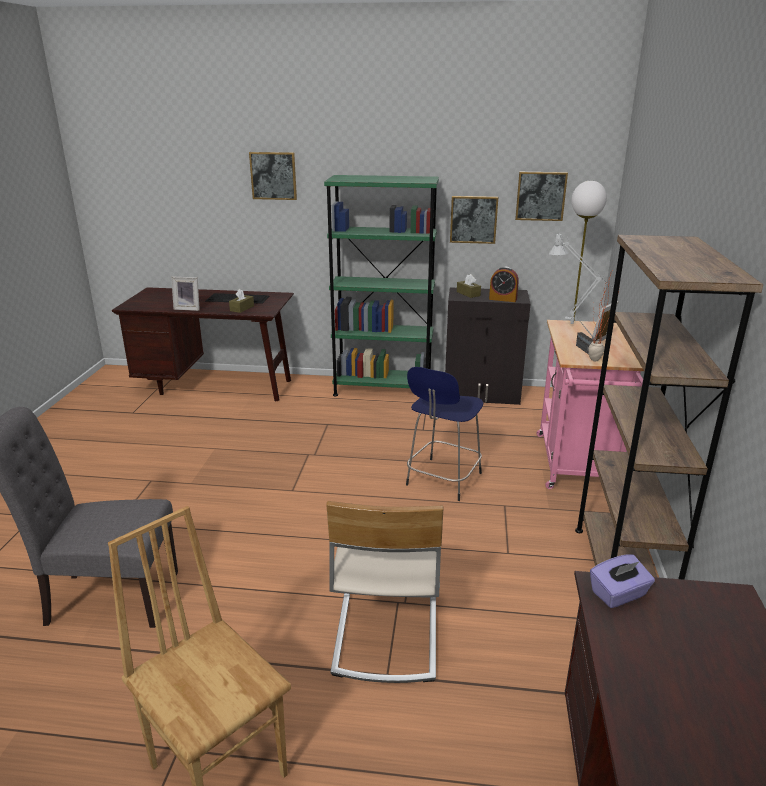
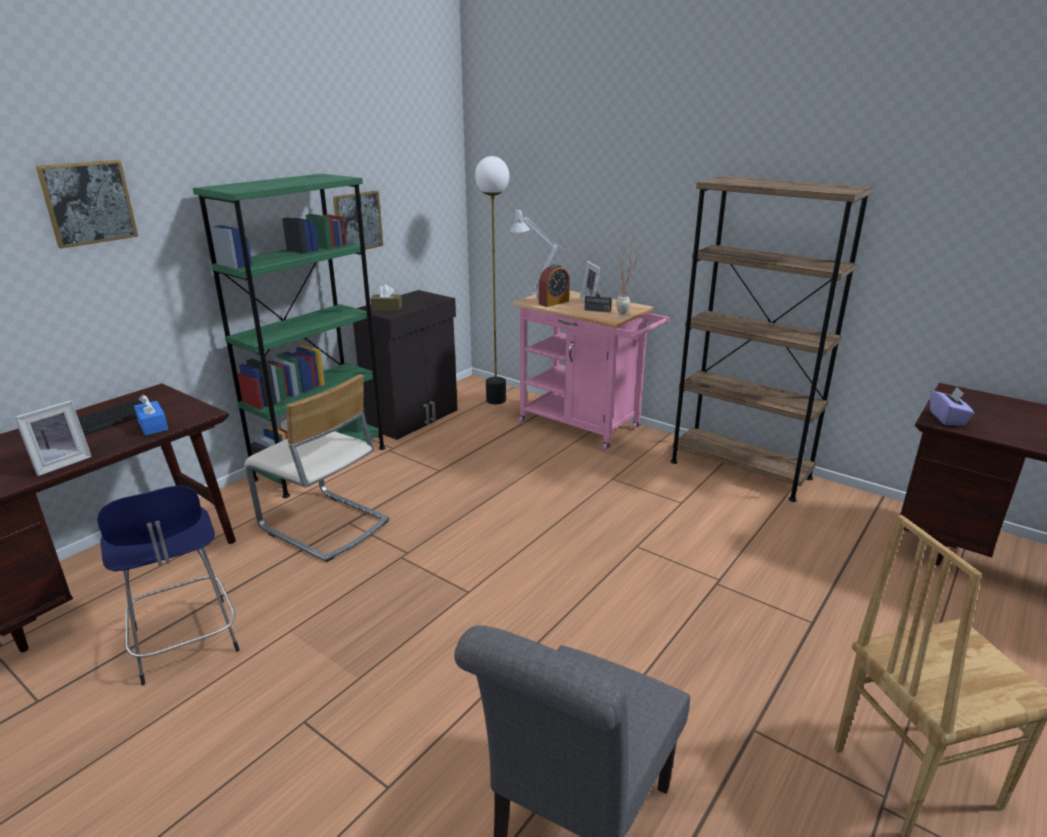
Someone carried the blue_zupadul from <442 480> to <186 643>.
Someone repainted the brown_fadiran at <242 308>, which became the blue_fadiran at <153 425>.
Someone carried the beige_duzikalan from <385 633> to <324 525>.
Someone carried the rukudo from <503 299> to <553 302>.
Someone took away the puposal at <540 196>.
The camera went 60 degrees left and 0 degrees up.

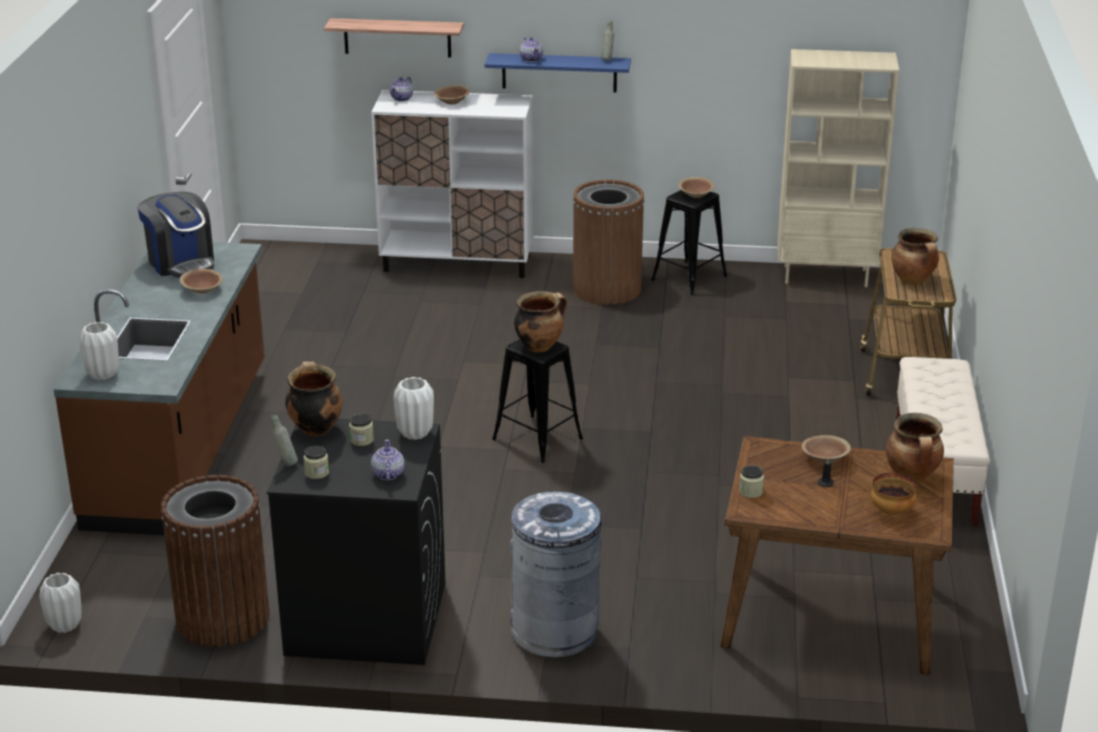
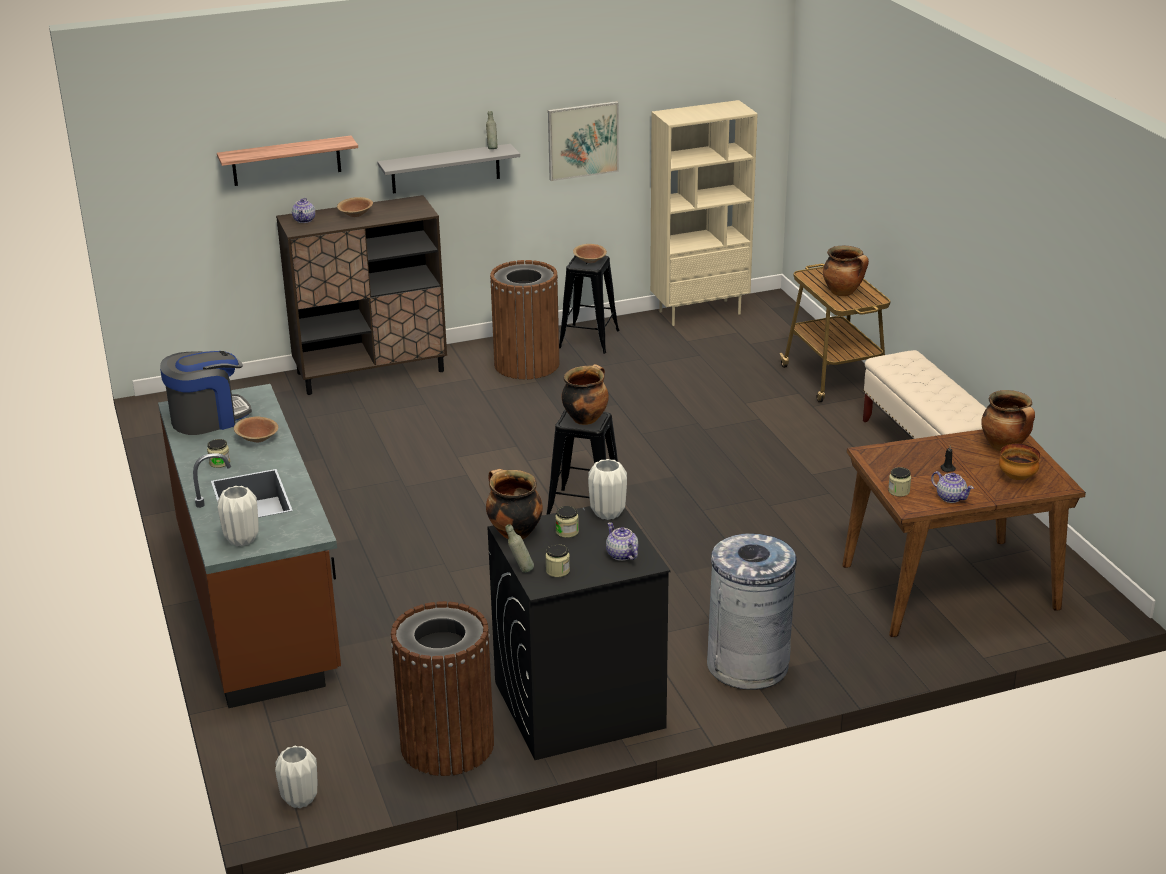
Someone rotated the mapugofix at <181 262> by 60 degrees counterclockwise.
Someone put down the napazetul at <219 462>.
Someone repainted the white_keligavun at <458 263>, which became the brown_keligavun at <371 372>.
Someone repainted the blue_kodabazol at <559 72>, which became the grey_kodabazol at <445 169>.
Someone put up the puposal at <583 140>.
Someone carried the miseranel from <531 59> to <950 497>.
Someone took away the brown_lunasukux at <824 459>.
The camera went 25 degrees left and 0 degrees up.

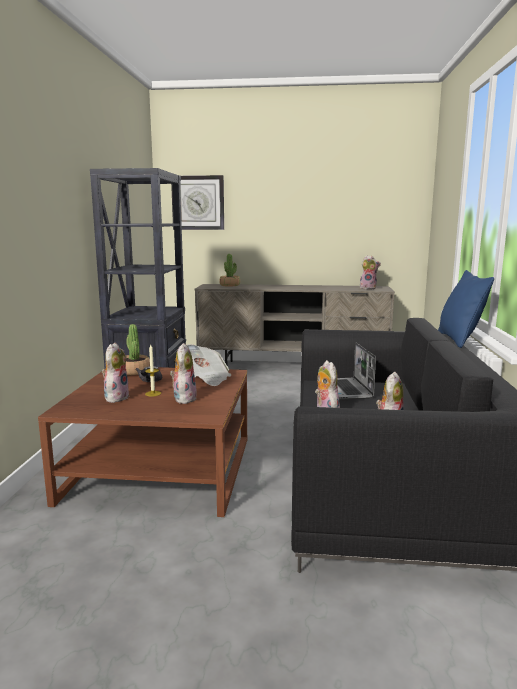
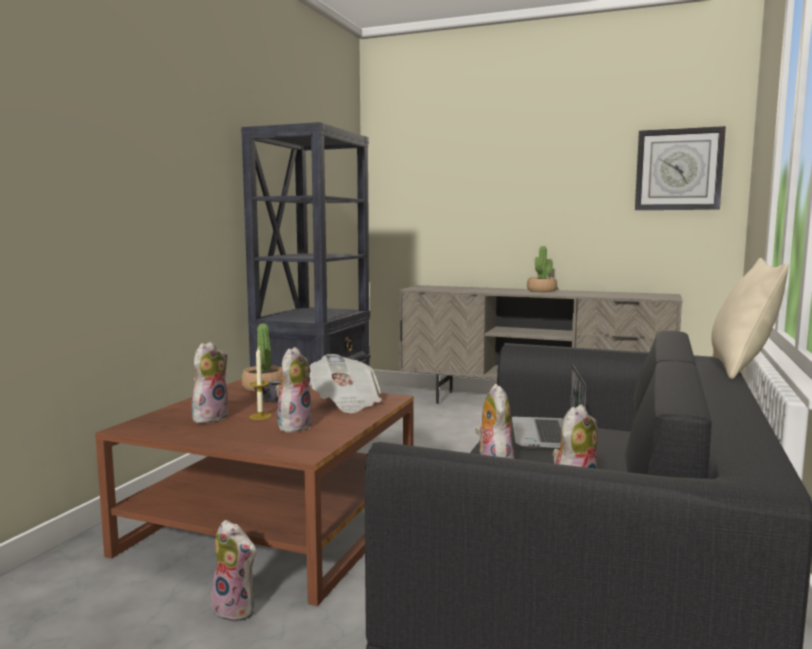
Someone carried the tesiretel from <368 288> to <237 609>.
Someone carried the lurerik from <229 285> to <541 291>.
Someone carried the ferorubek from <198 203> to <678 169>.
Someone repainted the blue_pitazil at <459 340>, which became the beige_pitazil at <740 368>.
The camera went 15 degrees right and 5 degrees down.

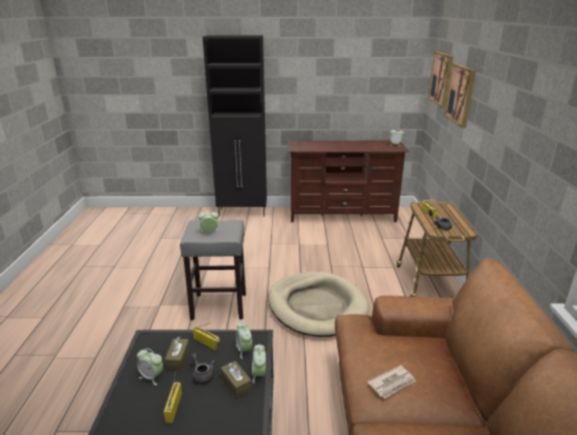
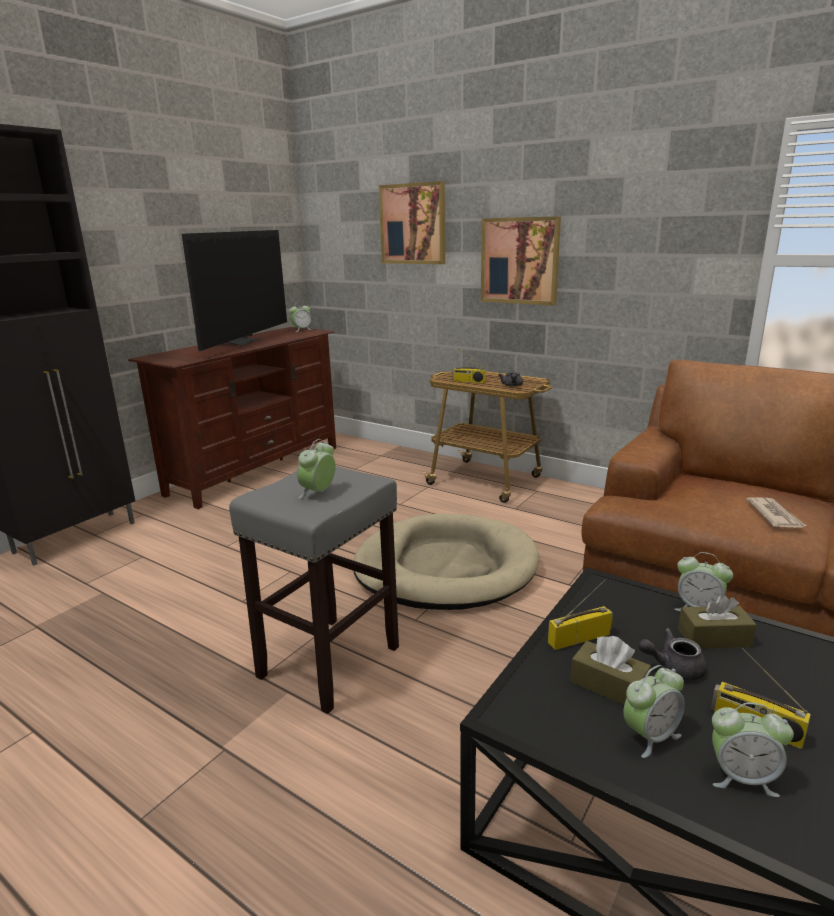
Someone put down the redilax at <240 342>.
Someone carried the puposal from <441 79> to <520 261>.
Someone carried the rukudo from <244 350> to <742 777>.
The camera went 55 degrees left and 5 degrees down.

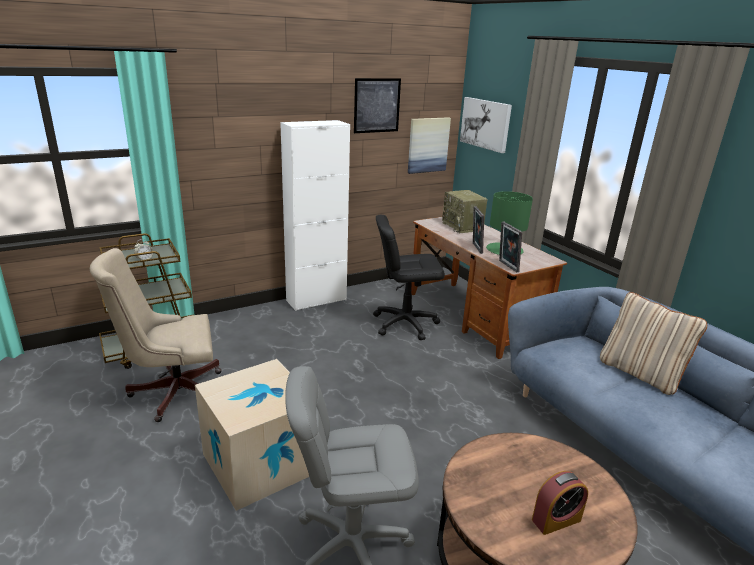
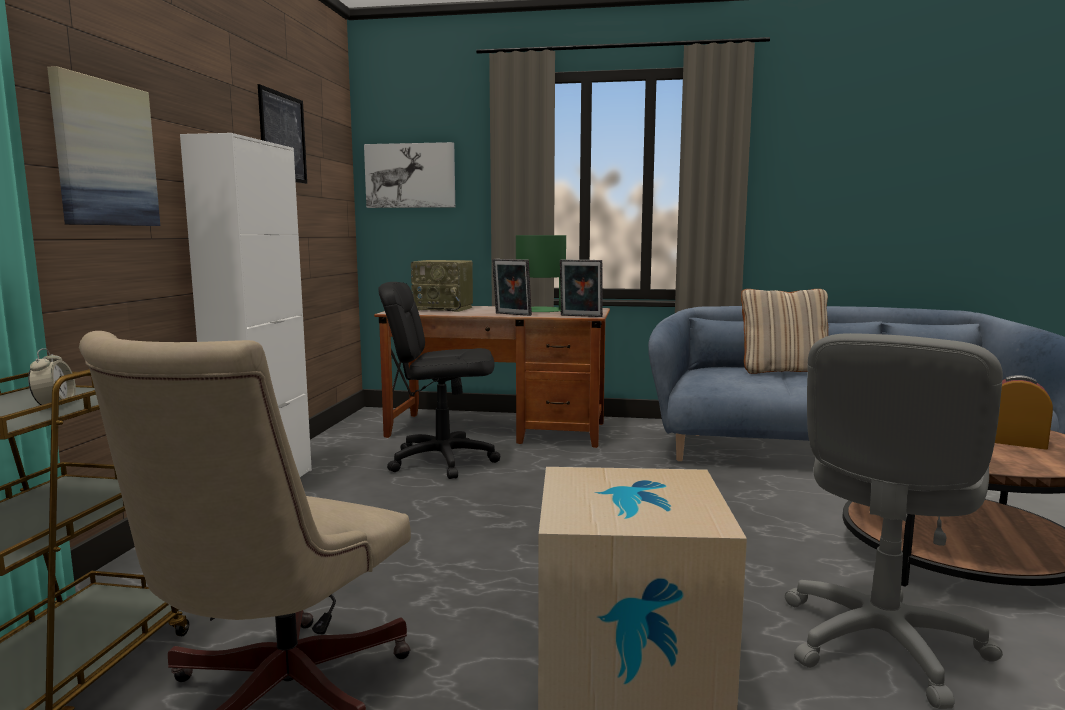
Someone carried the puposal from <428 145> to <104 154>.
Someone rotated the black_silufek at <405 323> by 60 degrees clockwise.
Someone rotated the rukudo at <556 520> by 75 degrees counterclockwise.
The camera went 50 degrees left and 15 degrees down.

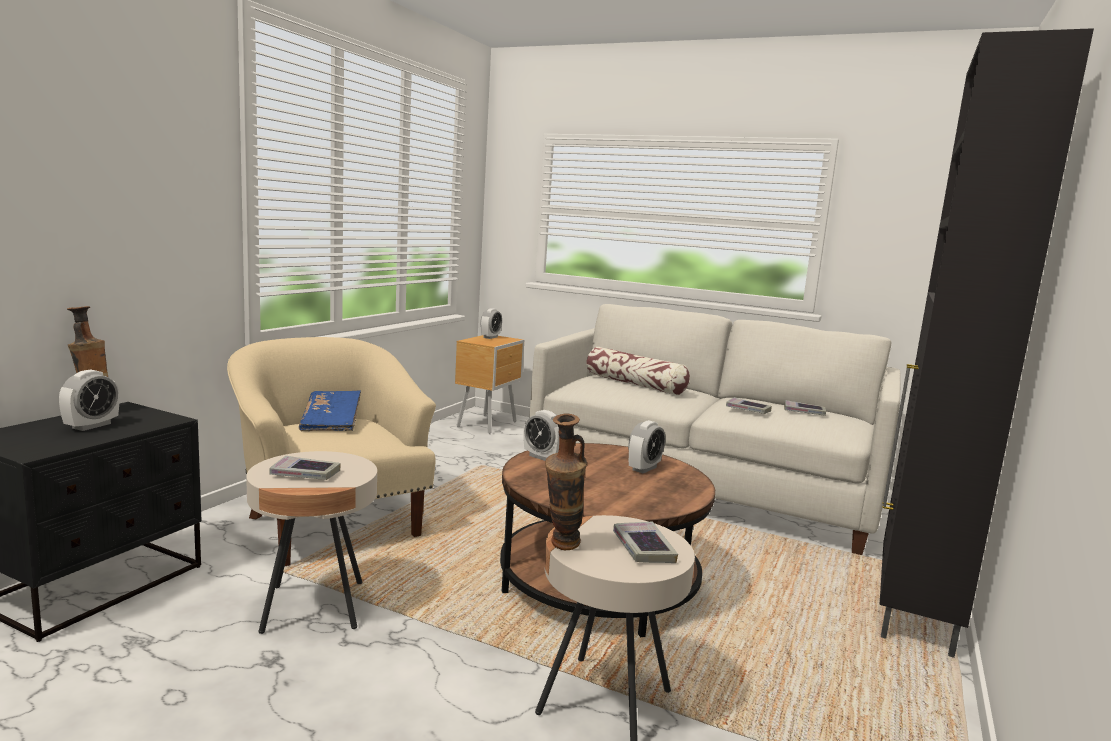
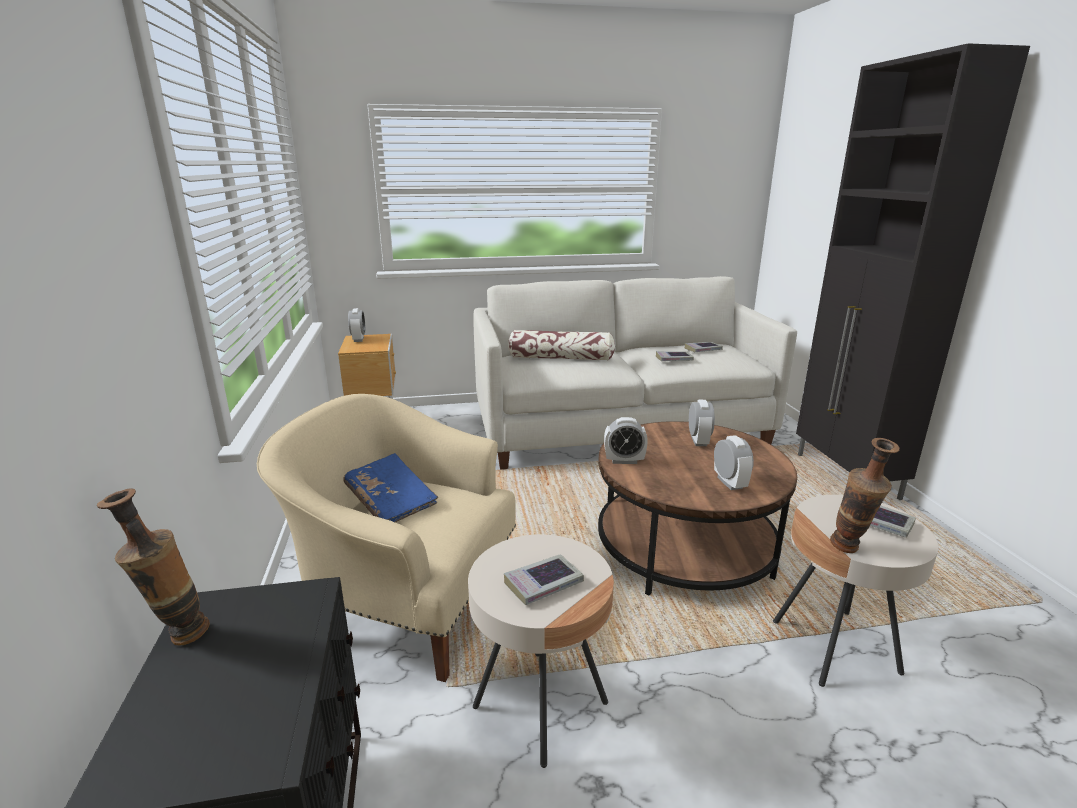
Someone carried the rukudo from <91 426> to <729 483>.
The camera went 35 degrees left and 10 degrees up.

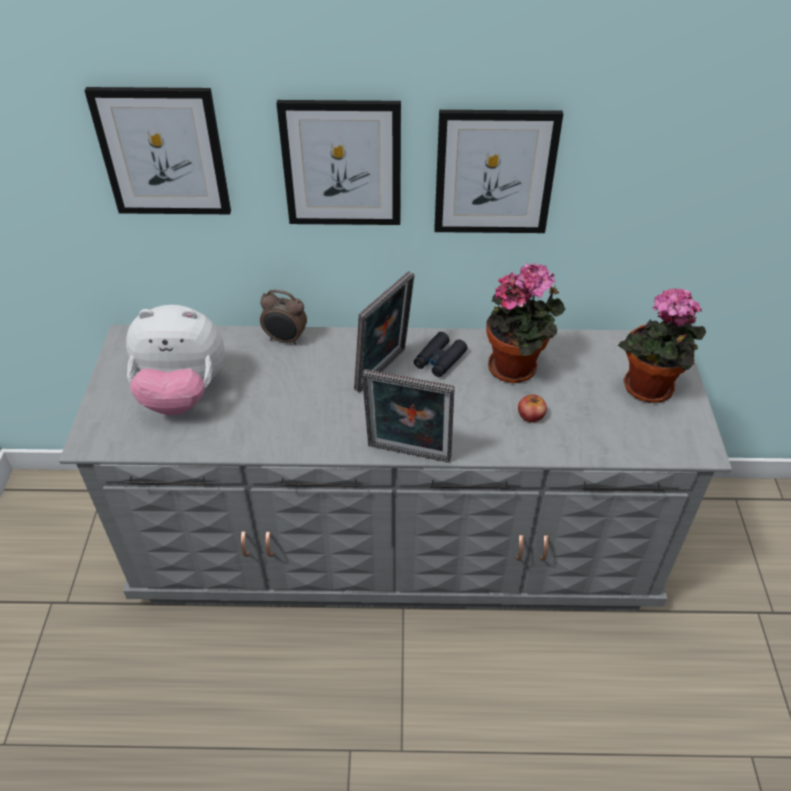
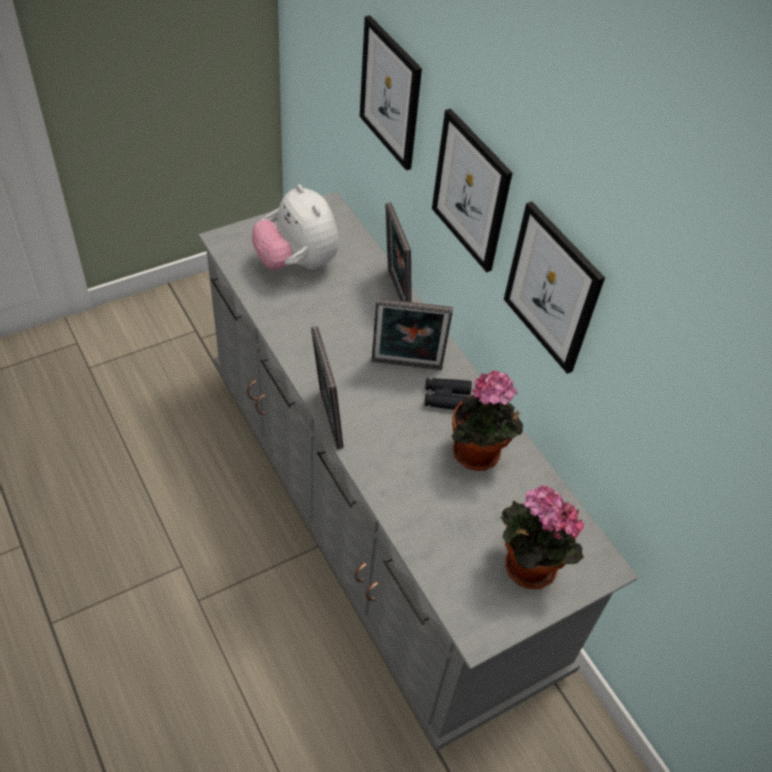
Someone swapped the rukudo at <285 339> for the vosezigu at <395 292>.
Someone took away the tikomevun at <531 415>.
The camera went 55 degrees right and 5 degrees up.

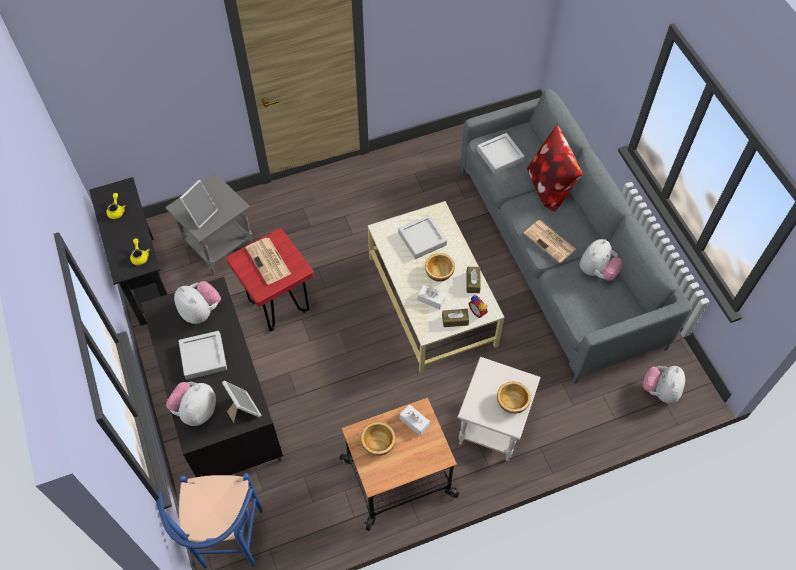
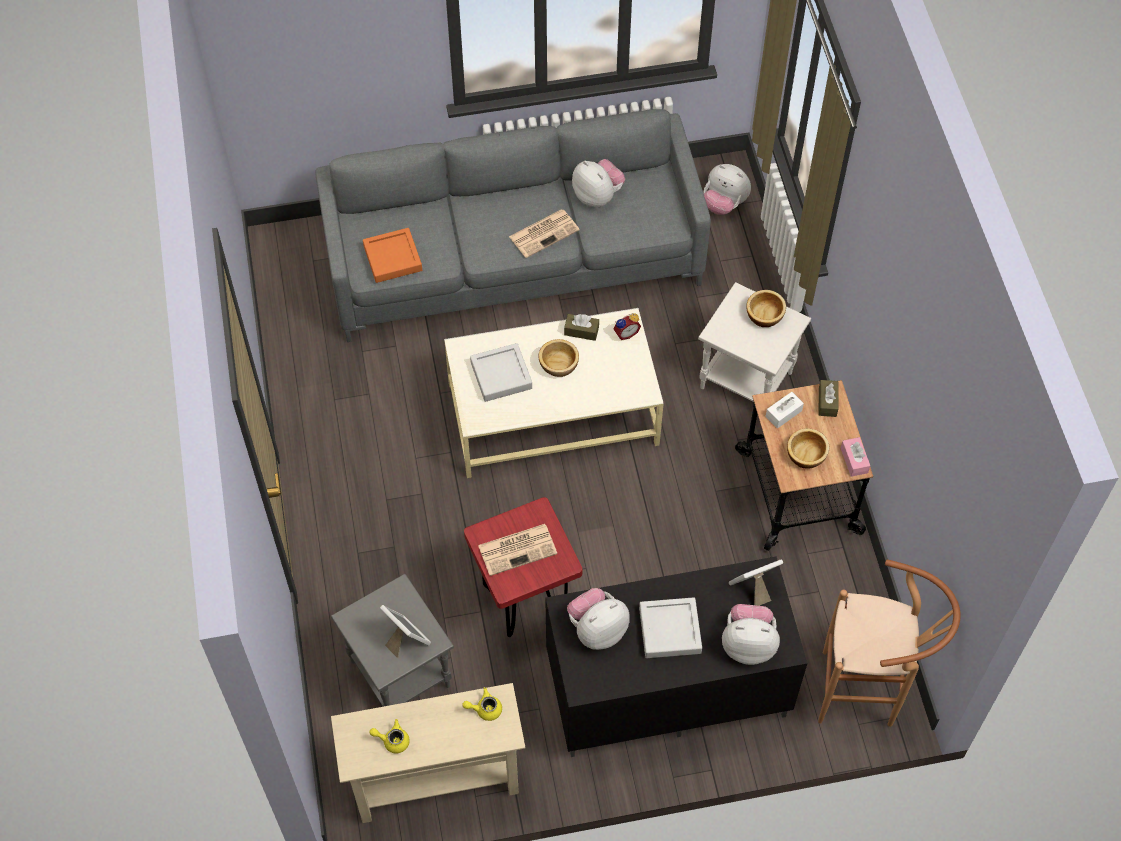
Someone repainted the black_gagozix at <146 279>, which became the beige_gagozix at <436 782>.
Someone repainted the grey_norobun at <500 156>, which became the orange_norobun at <392 258>.
Someone rotated the tesiretel at <195 411> by 150 degrees clockwise.
Someone carried the brown_fadiran from <455 320> to <827 402>.
Someone repainted the blue_zupadul at <230 546>, which became the brown_zupadul at <866 692>.
Someone put down the pink_fadiran at <854 460>.
Someone took away the white_fadiran at <431 299>.
Someone took away the pitazil at <550 186>.
The camera went 80 degrees left and 0 degrees up.

